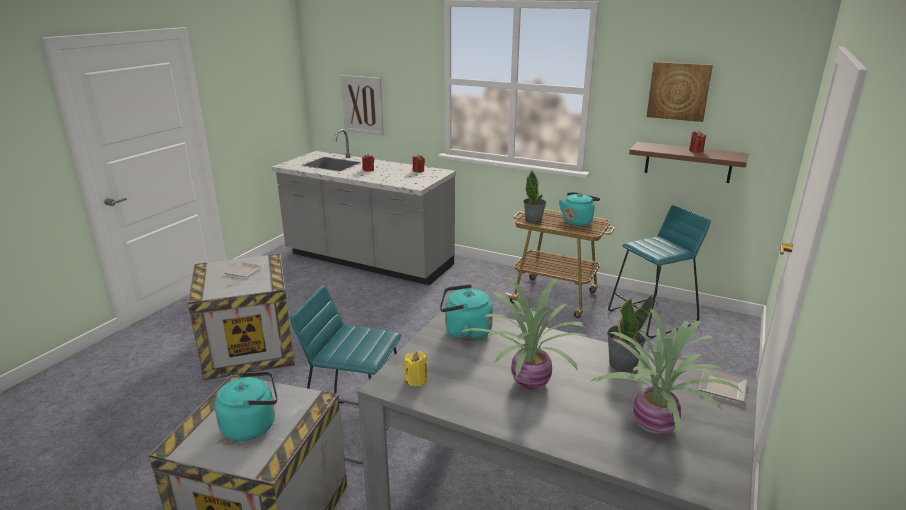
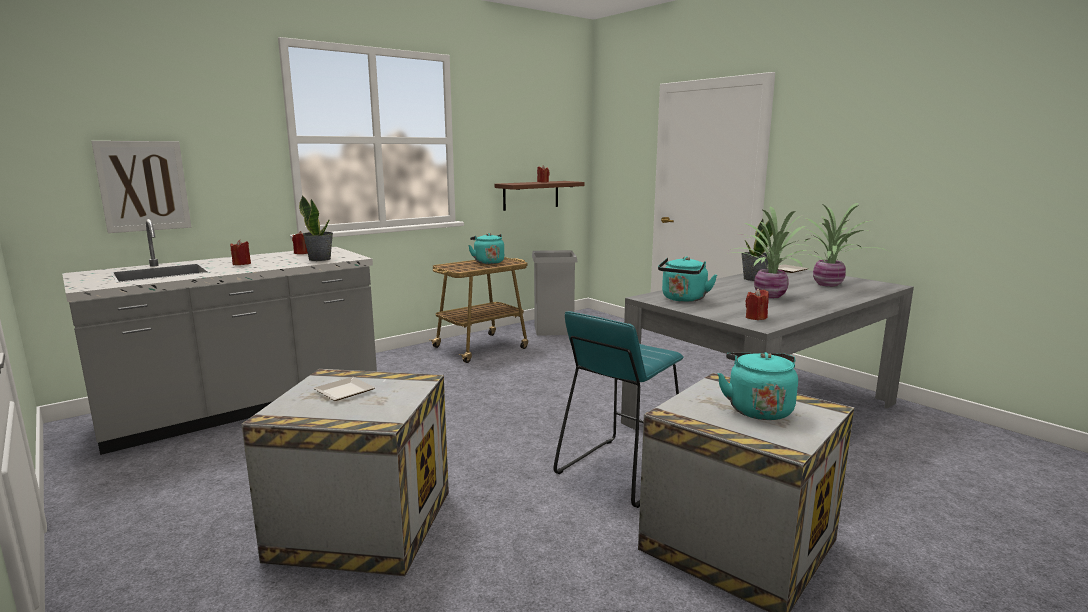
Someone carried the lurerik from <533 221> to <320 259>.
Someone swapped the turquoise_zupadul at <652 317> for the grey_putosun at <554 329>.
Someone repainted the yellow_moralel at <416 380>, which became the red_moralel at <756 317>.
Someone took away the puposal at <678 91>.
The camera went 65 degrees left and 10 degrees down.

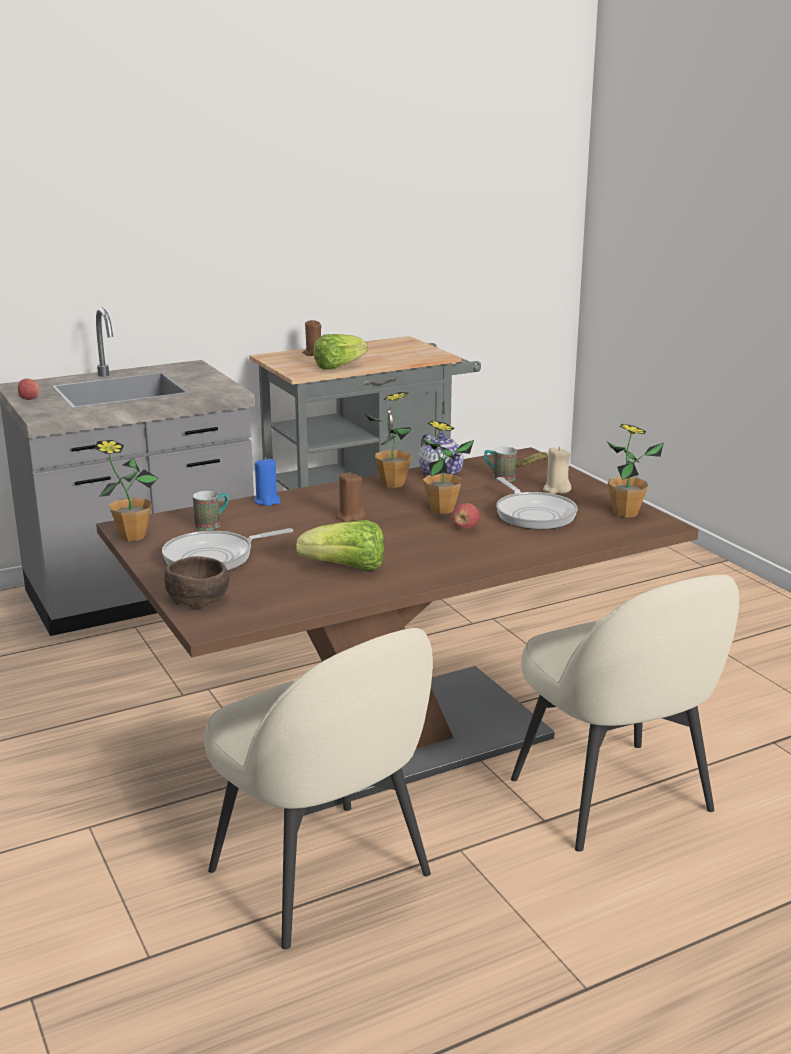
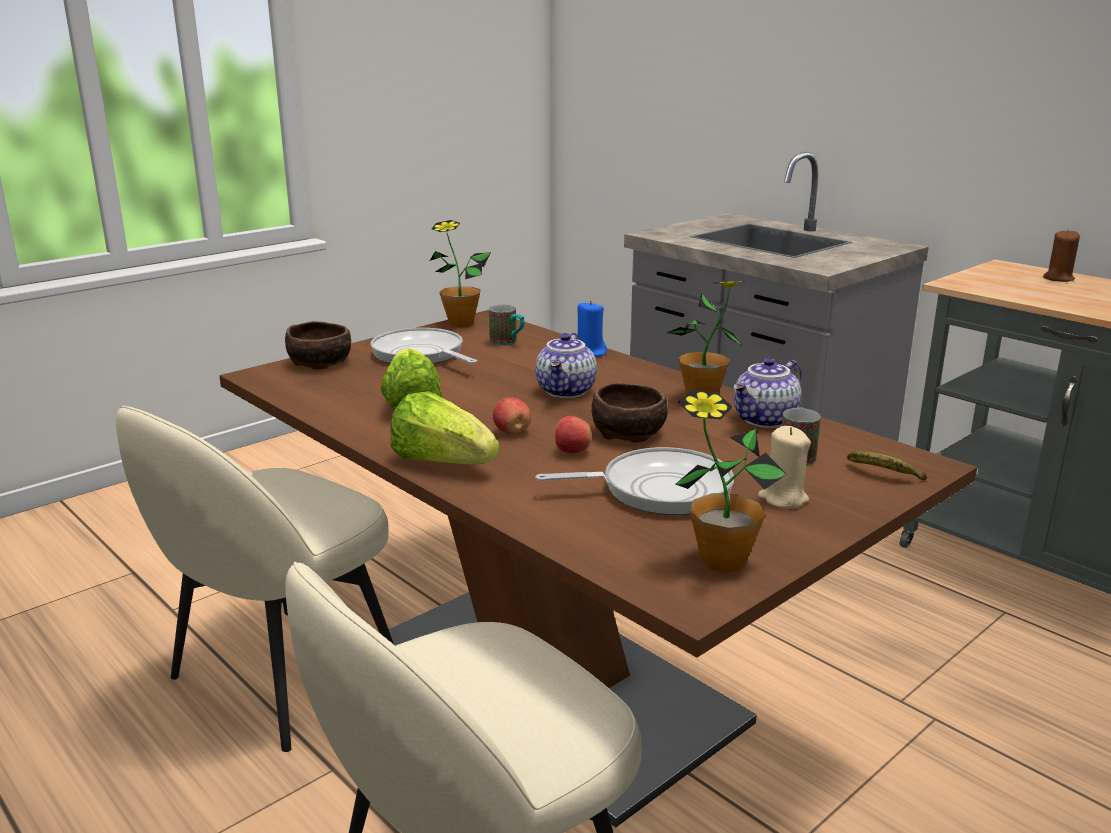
Someone carried the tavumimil from <338 367> to <442 462>.
Someone carried the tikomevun from <29 399> to <512 432>.
Someone swapped the brown_moralel at <350 517> for the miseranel at <567 391>.
Someone rotated the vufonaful at <533 514> by 150 degrees counterclockwise.
Someone swapped the lurerik at <442 509> for the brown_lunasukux at <630 432>.
The camera went 75 degrees right and 0 degrees up.

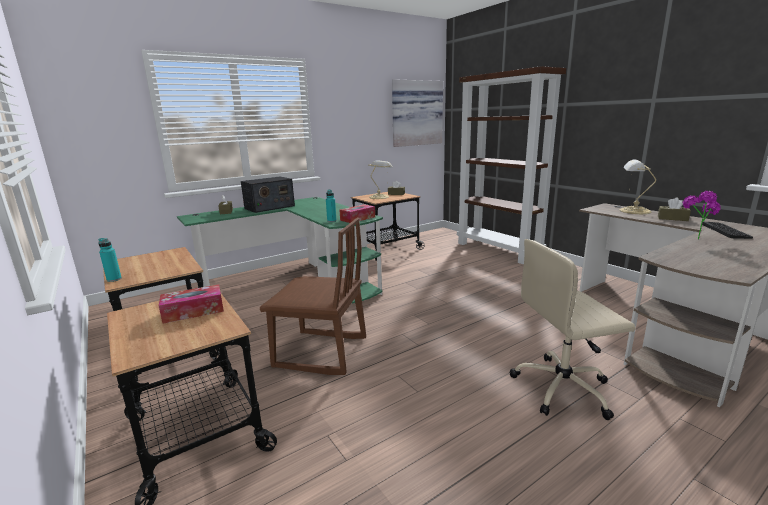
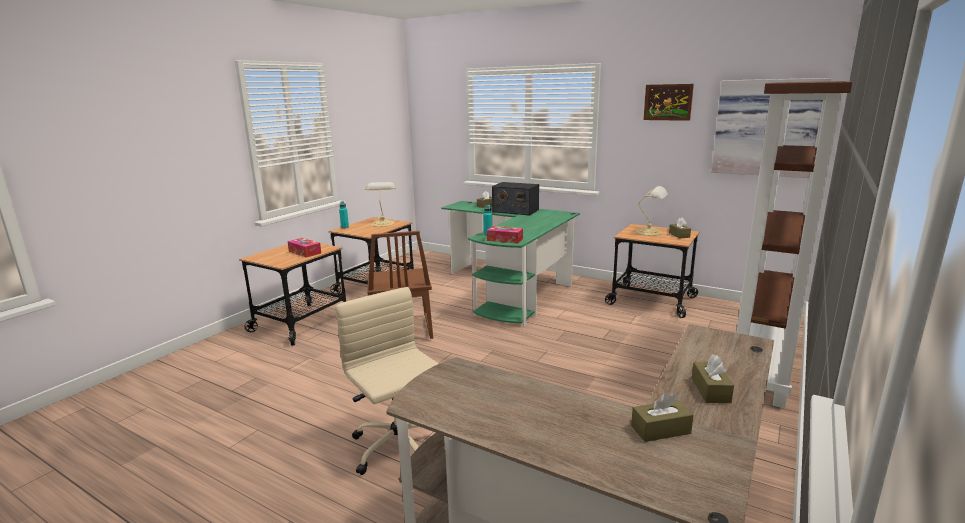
Someone carried the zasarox from <633 211> to <383 223>.
Someone swapped the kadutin at <726 231> for the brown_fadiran at <660 429>.
Someone put up the puposal at <668 102>.
Someone took away the lurerik at <694 237>.
The camera went 65 degrees right and 0 degrees up.

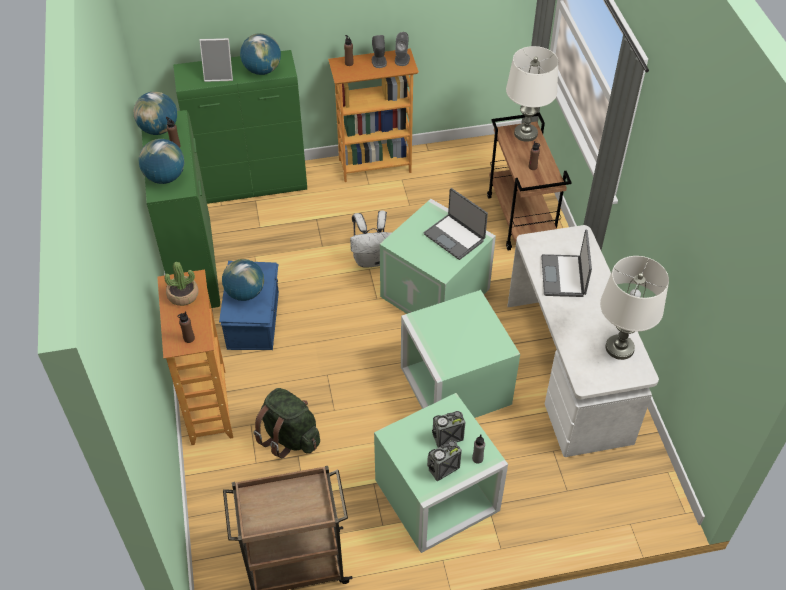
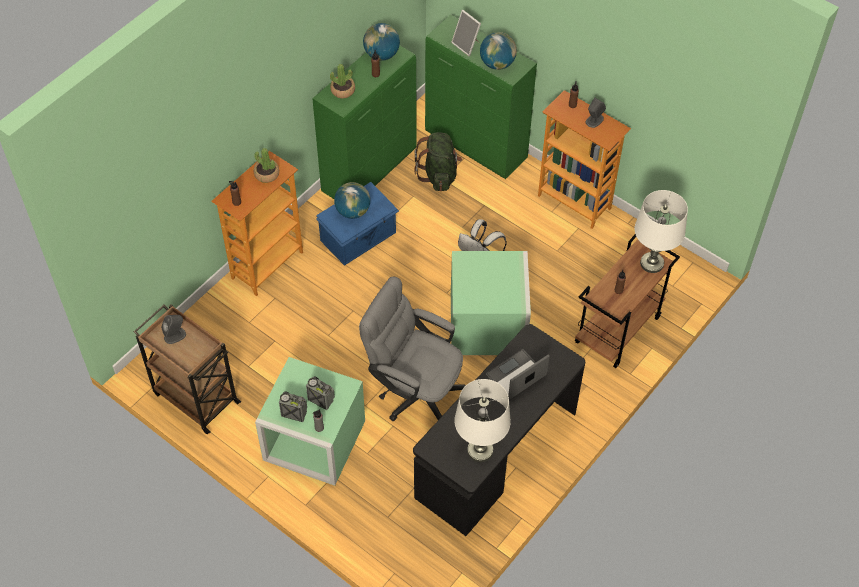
Someone carried the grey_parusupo from <402 59> to <175 335>.
Someone swapped the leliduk at <165 177> for the lurerik at <343 90>.
Someone swapped the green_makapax at <453 385> for the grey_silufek at <414 390>.
Someone repainted the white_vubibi at <569 370>, which became the black_vubibi at <497 454>.
Someone carried the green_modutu from <289 437> to <439 175>.
Someone took away the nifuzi at <455 237>.
The camera went 50 degrees right and 5 degrees up.

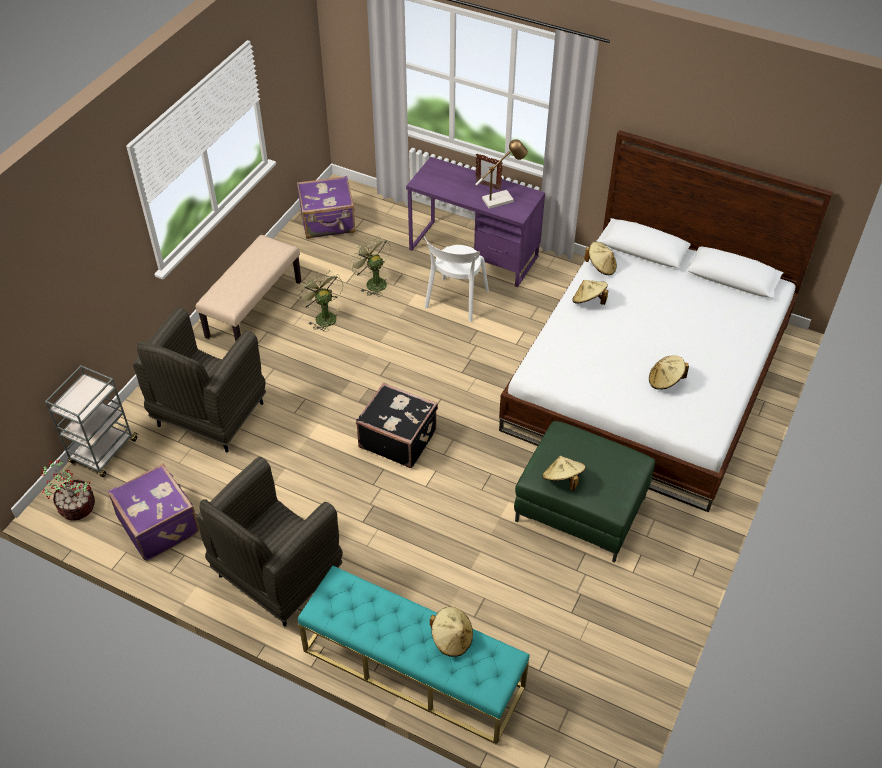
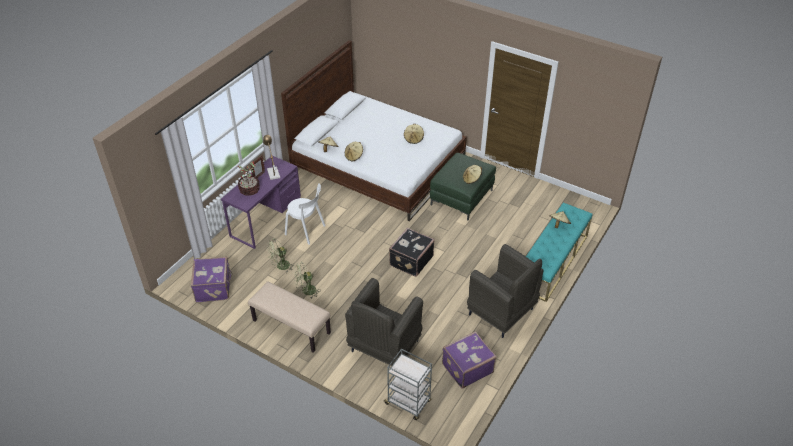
Someone carried the lurerik from <76 506> to <249 190>.
Someone rotated the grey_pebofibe at <209 416> by 90 degrees clockwise.
The camera went 85 degrees left and 5 degrees down.

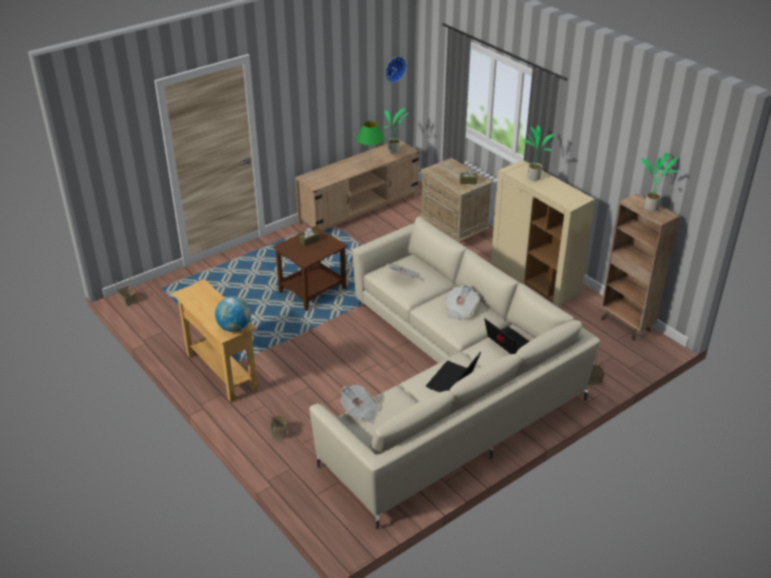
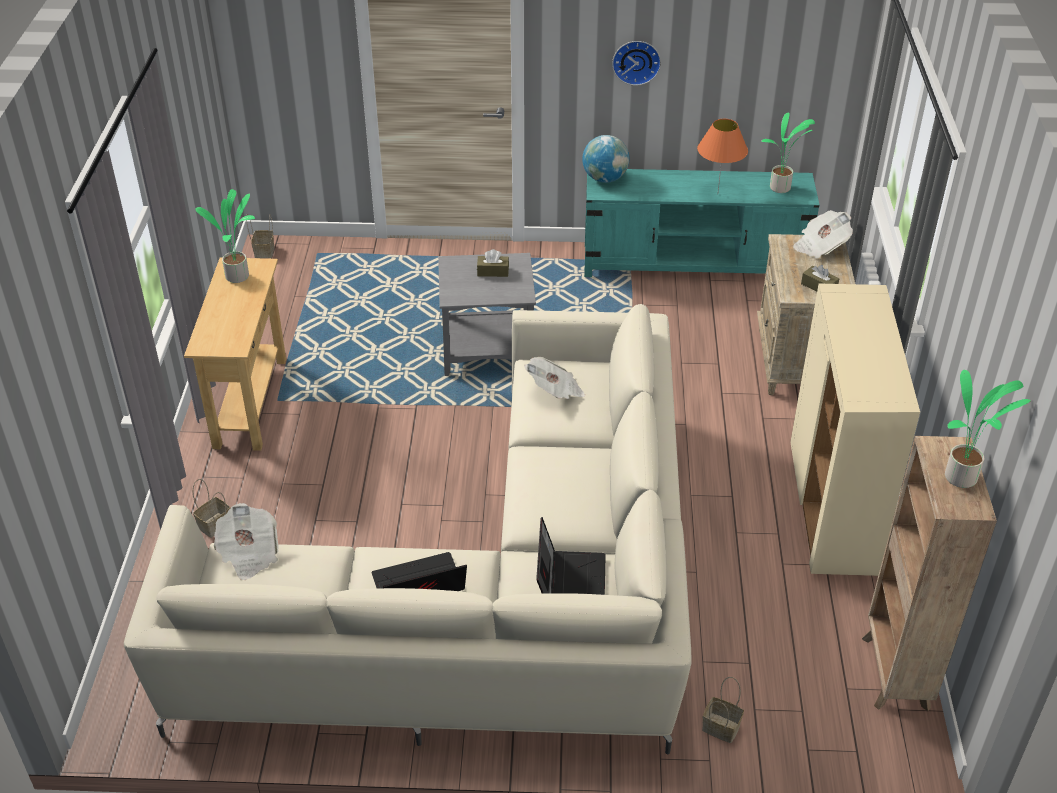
Someone carried the lurerik from <534 177> to <239 276>.
Someone repainted the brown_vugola at <312 290>, which became the grey_vugola at <488 350>.
Someone carried the leliduk from <234 327> to <605 179>.
Someone repainted the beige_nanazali at <359 210>, which became the turquoise_nanazali at <694 263>.
Someone carried the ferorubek from <394 68> to <636 61>.
Someone repainted the green_zasarox at <370 164>, which became the orange_zasarox at <717 194>.
Someone carried the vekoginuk from <460 310> to <820 246>.
The camera went 40 degrees right and 5 degrees up.

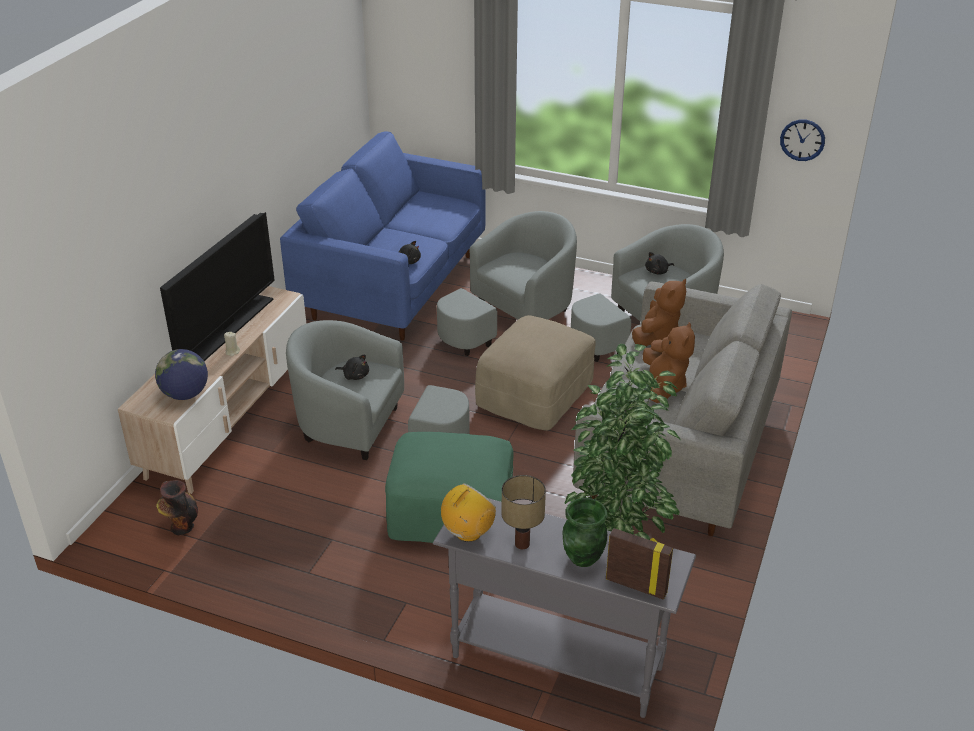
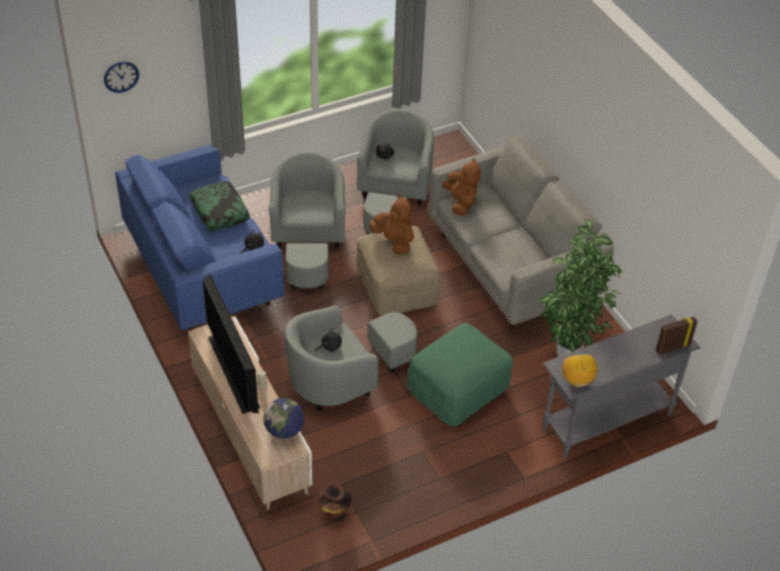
Someone carried the ferorubek from <802 140> to <121 76>.
Someone put down the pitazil at <220 211>.
Someone carried the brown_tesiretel from <663 386> to <394 241>.
Someone took away the zasarox at <521 544>.
Someone took away the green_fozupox at <583 558>.
The camera went 50 degrees left and 10 degrees up.

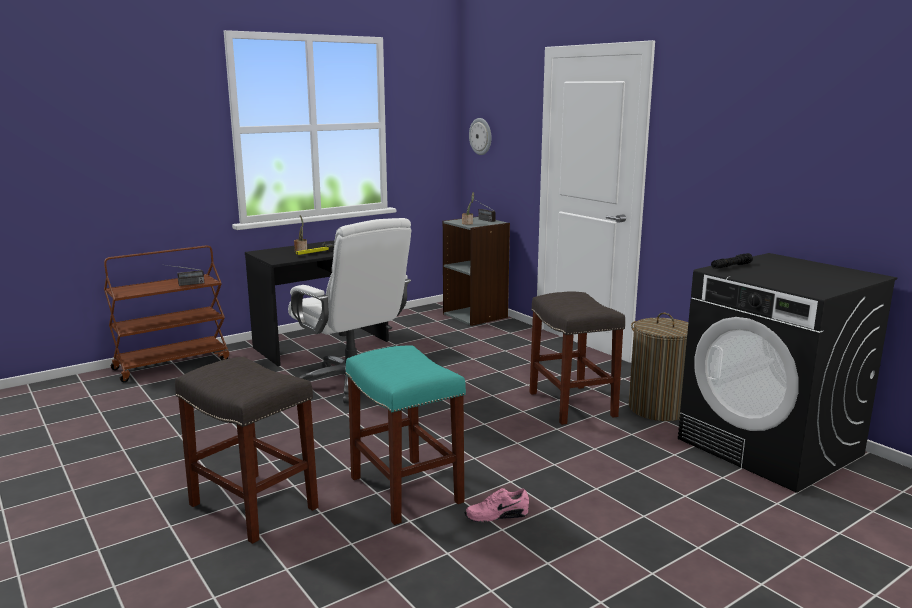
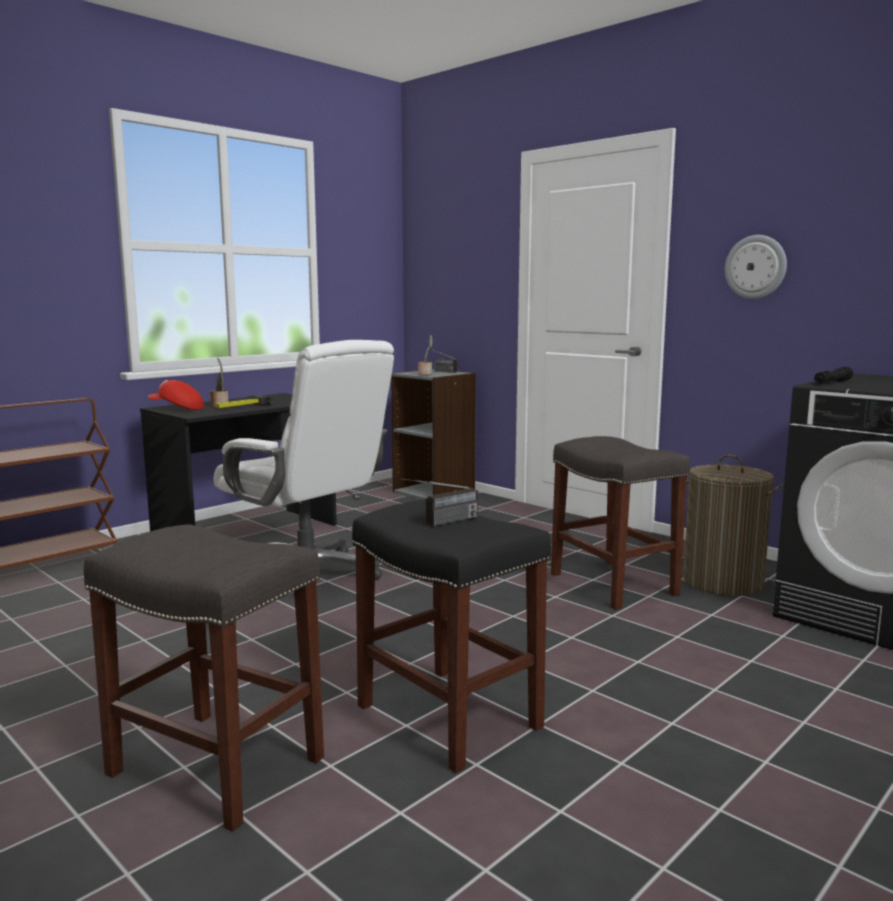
Someone put down the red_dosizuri at <177 409>.
Someone repainted the turquoise_zupadul at <407 490>, which became the black_zupadul at <451 717>.
Someone carried the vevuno from <184 284> to <440 523>.
Someone carried the ferorubek from <481 136> to <756 267>.
Someone took away the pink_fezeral at <496 515>.
The camera went 10 degrees left and 5 degrees down.

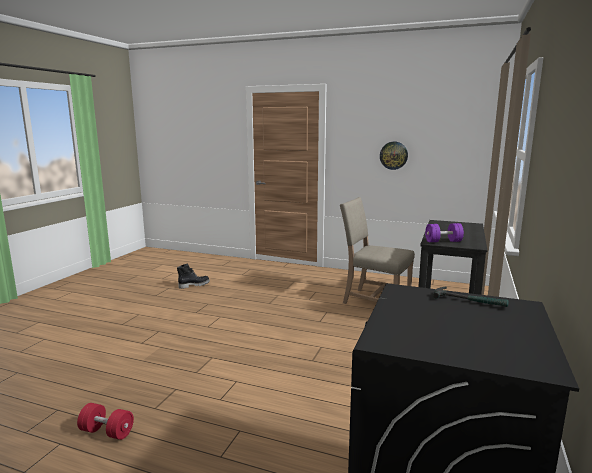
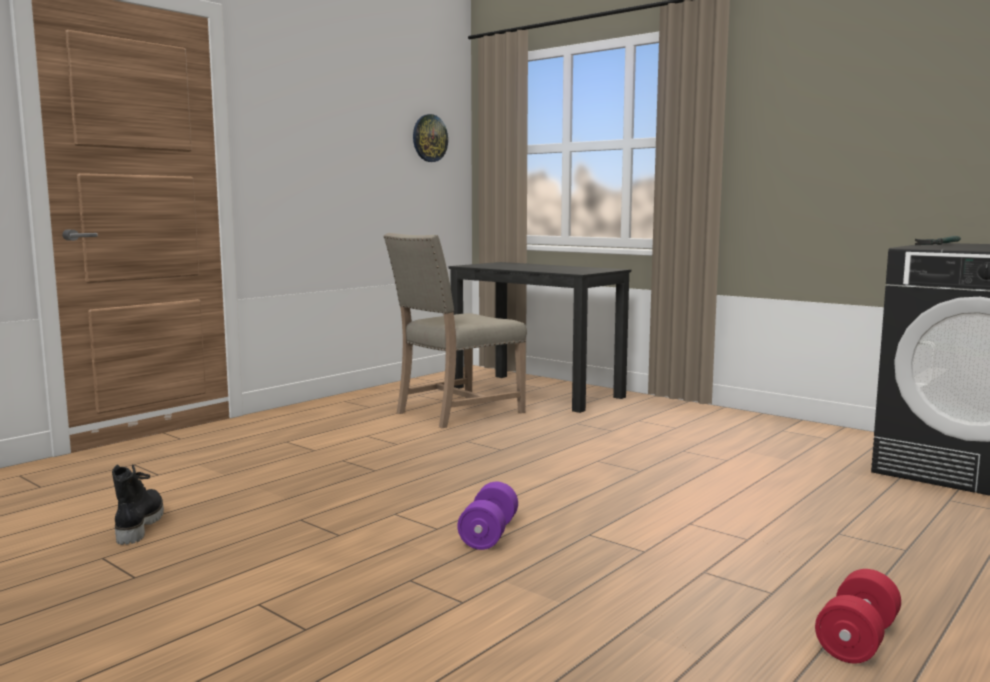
Someone carried the ferorubek from <393 155> to <429 138>.
Someone carried the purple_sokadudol from <443 241> to <488 534>.
The camera went 70 degrees left and 5 degrees down.

